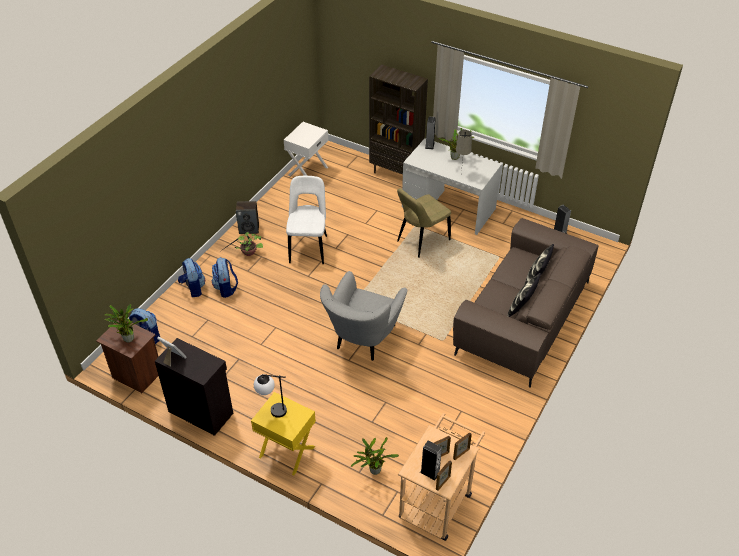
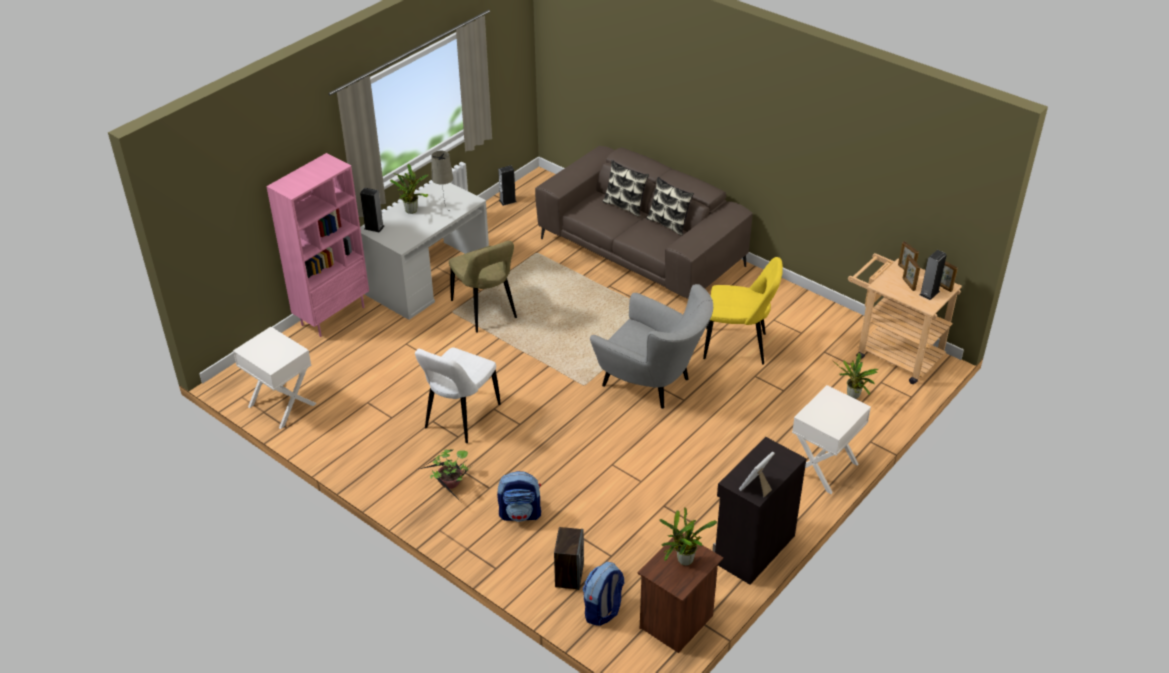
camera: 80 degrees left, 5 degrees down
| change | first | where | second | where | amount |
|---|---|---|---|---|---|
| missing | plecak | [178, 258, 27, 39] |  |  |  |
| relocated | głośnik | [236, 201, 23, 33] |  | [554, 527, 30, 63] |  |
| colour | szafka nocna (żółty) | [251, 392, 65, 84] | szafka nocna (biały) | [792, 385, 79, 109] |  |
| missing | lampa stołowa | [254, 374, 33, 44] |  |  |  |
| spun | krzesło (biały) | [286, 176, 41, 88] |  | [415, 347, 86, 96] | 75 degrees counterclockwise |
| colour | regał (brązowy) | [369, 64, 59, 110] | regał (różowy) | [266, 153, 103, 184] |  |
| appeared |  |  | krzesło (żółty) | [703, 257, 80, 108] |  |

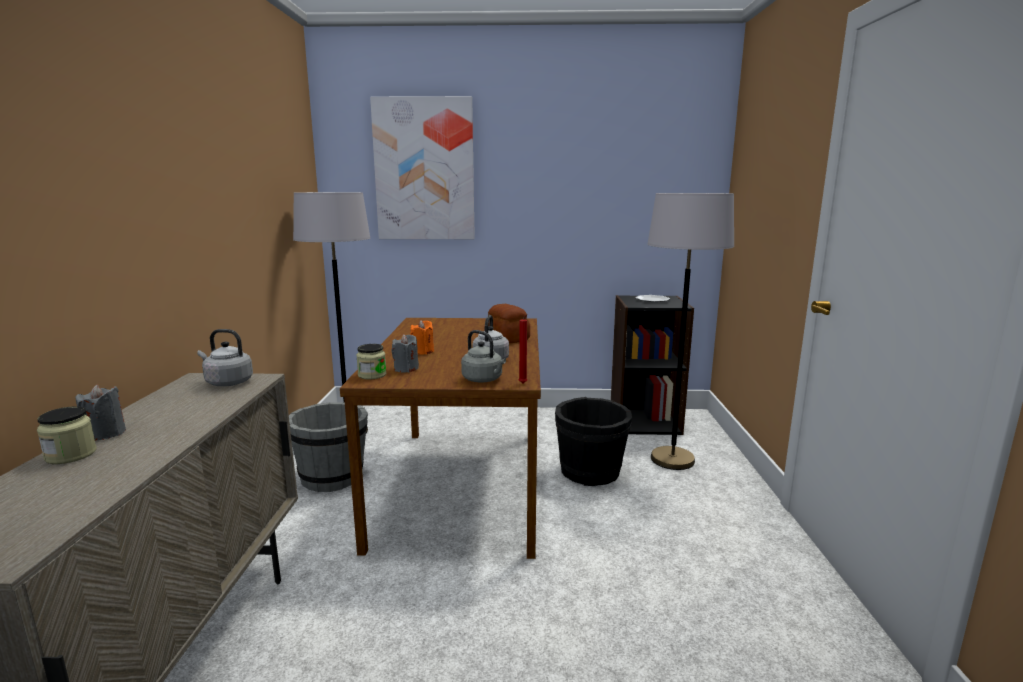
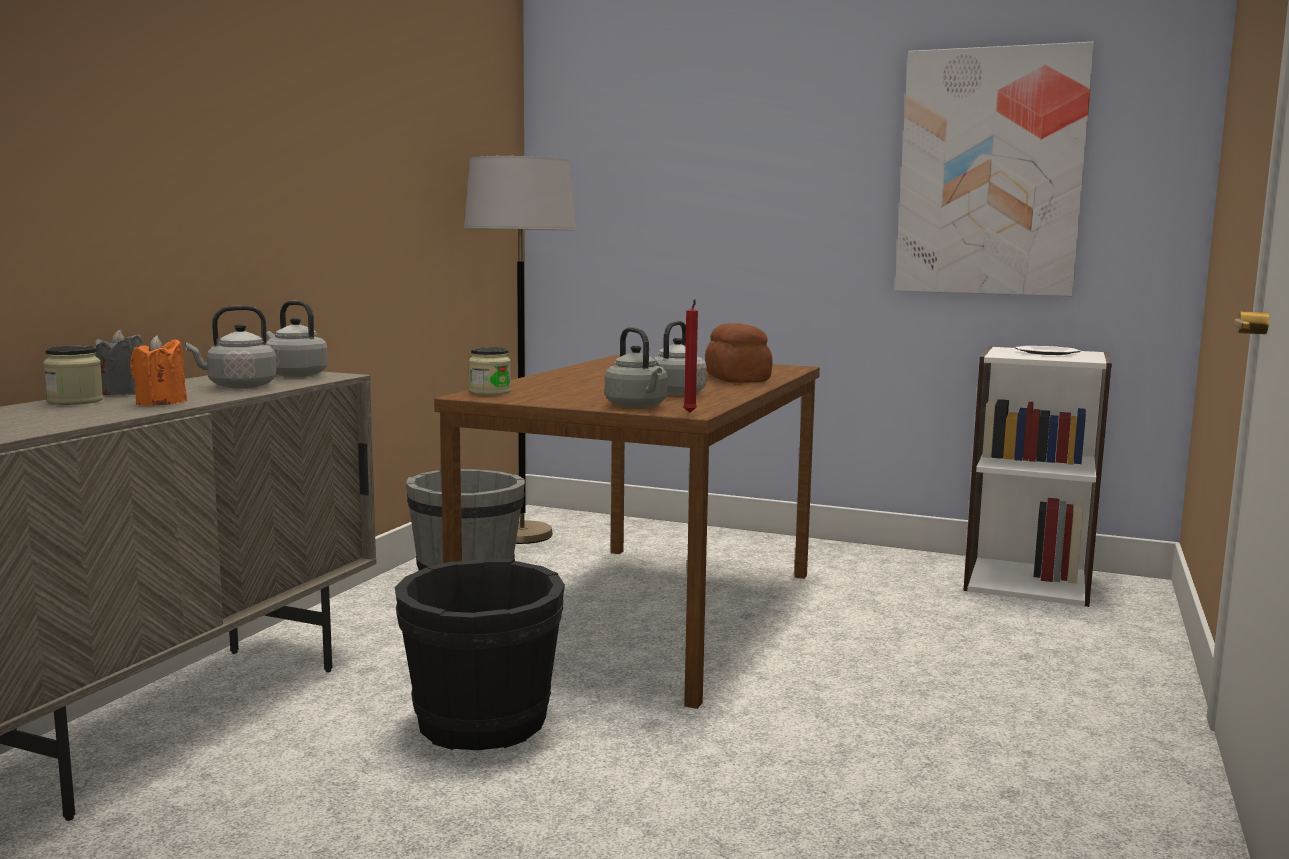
camera: 20 degrees right, 5 degrees down
| change | first | where | second | where | amount |
|---|---|---|---|---|---|
| relocated | obraz | [370, 96, 105, 143] |  | [895, 42, 199, 254] |  |
| missing | świeca (szary) | [391, 334, 28, 38] |  |  |  |
| relocated | świeca (pomarańczowy) | [410, 320, 24, 35] |  | [130, 335, 57, 71] |  |
| relocated | wiadro (czarny) | [555, 397, 77, 89] |  | [394, 559, 171, 191] |  |
| colour | regał (czarny) | [611, 295, 83, 140] | regał (biały) | [963, 346, 149, 261] |  |
| missing | lampa stojąca (szary) | [647, 193, 87, 277] |  |  |  |
| appeared |  |  | czajnik (szary) | [185, 305, 92, 84] |  |

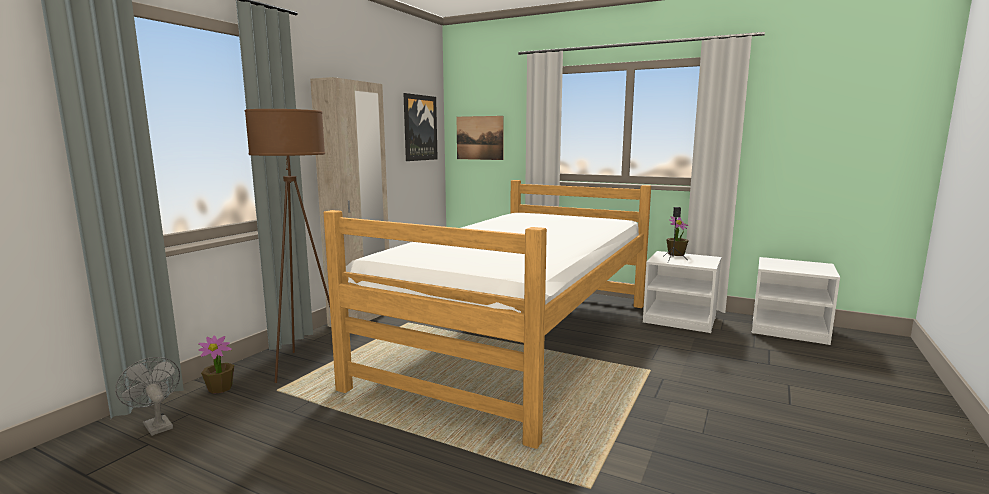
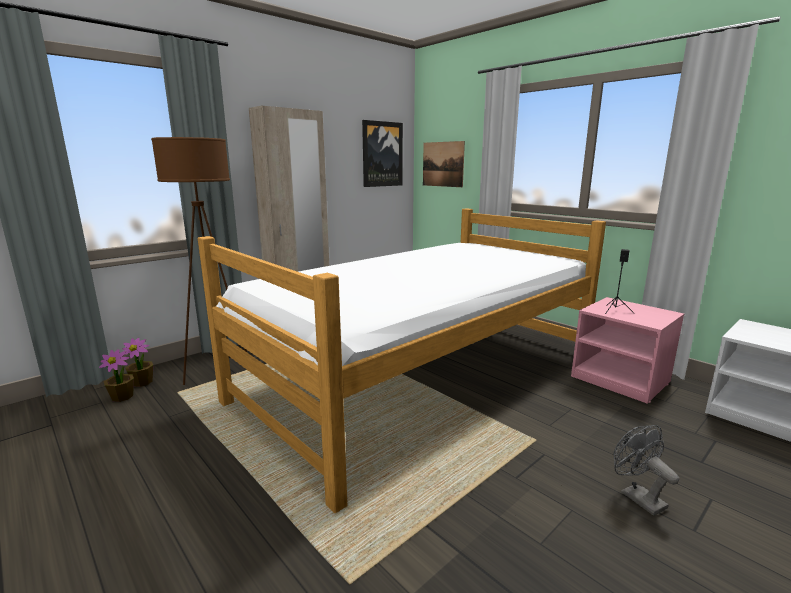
camera: 20 degrees right, 5 degrees up
| change | first | where | second | where | amount |
|---|---|---|---|---|---|
| relocated | wentylator (szary) | [115, 357, 65, 79] |  | [614, 425, 65, 91] |  |
| colour | szafka nocna (biały) | [643, 251, 78, 82] | szafka nocna (różowy) | [571, 297, 113, 107] |  |
| relocated | roślina doniczkowa | [666, 217, 23, 39] |  | [99, 349, 35, 53] |  |

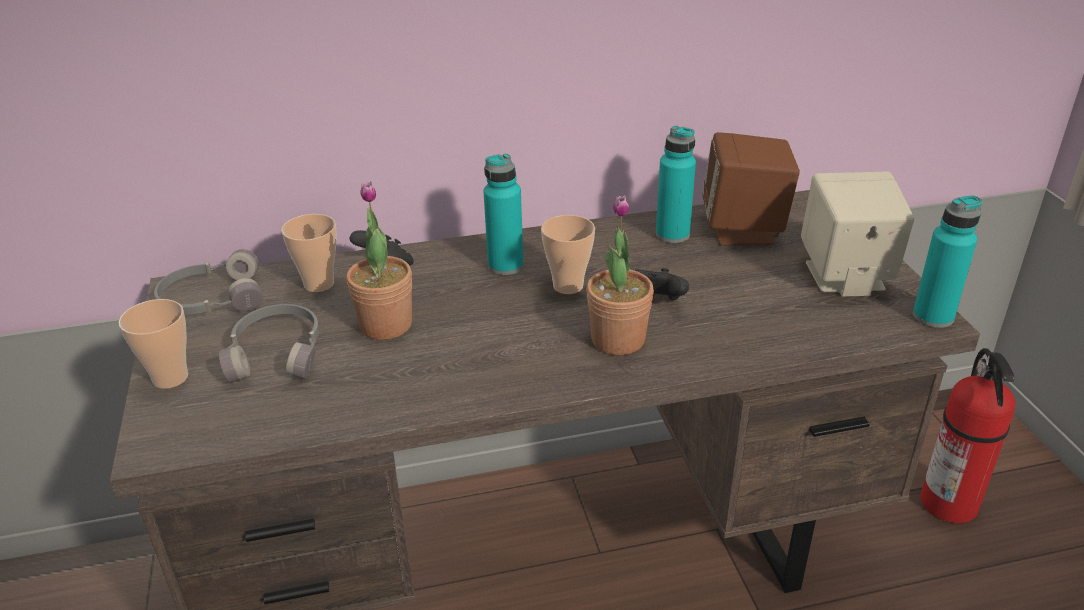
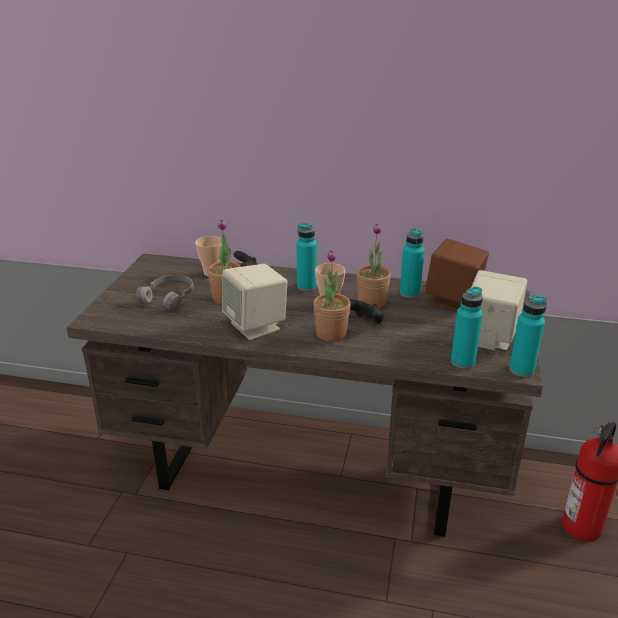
camera: 25 degrees right, 5 degrees down
| change | first | where | second | where | amount |
|---|---|---|---|---|---|
| missing | filiżanka | [118, 299, 70, 90] |  |  |  |
| missing | słuchawki (szary) | [154, 249, 109, 66] |  |  |  |
| appeared |  |  | głośnik (beżowy) | [222, 264, 66, 76] |  |
| appeared |  |  | roślina doniczkowa | [356, 223, 35, 85] |  |
| appeared |  |  | butelka (turkusowy) | [451, 287, 32, 82] |  |

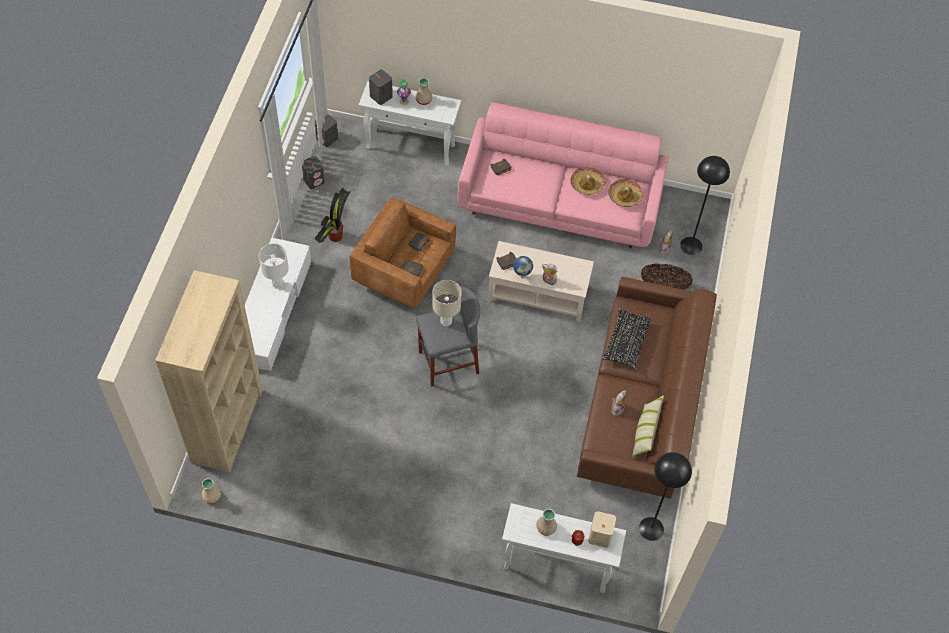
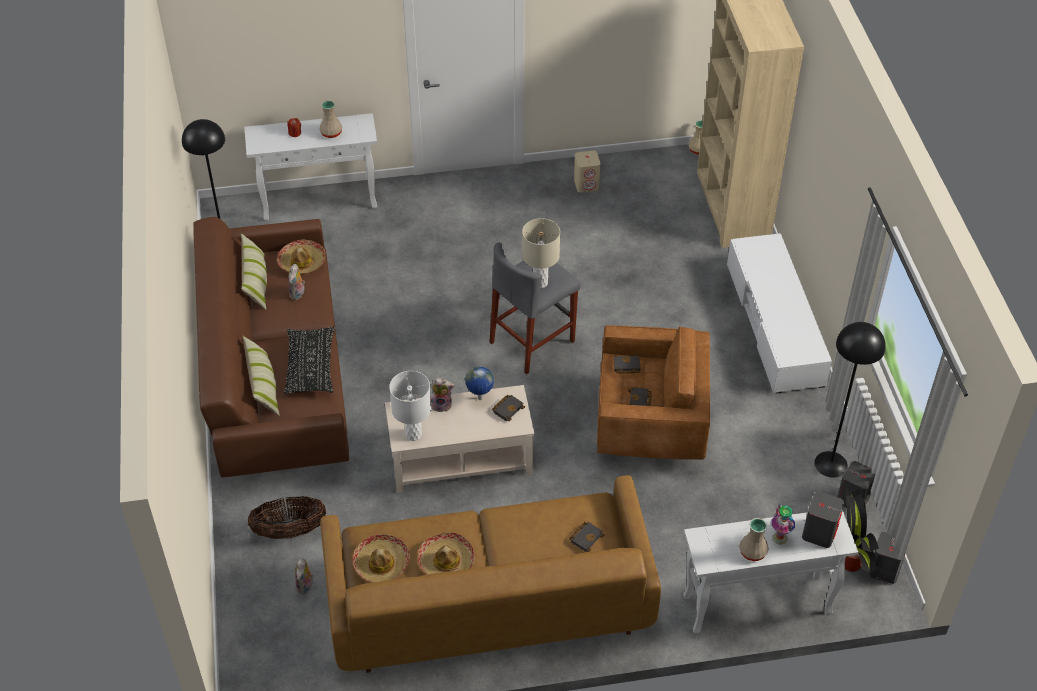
camera: 160 degrees right, 10 degrees down
| change | first | where | second | where | amount |
|---|---|---|---|---|---|
| relocated | lampa stołowa (biały) | [259, 244, 30, 45] |  | [389, 371, 43, 70] |  |
| relocated | roślina doniczkowa | [314, 188, 36, 54] |  | [845, 488, 34, 84] |  |
| colour | kanapa (różowy) | [458, 102, 210, 146] | kanapa (brązowy) | [320, 475, 341, 198] |  |
| relocated | głośnik (beżowy) | [588, 511, 28, 37] |  | [574, 151, 26, 42] |  |
| relocated | lampa stojąca (czarny) | [680, 156, 50, 99] |  | [814, 322, 72, 156] |  |
| appeared |  |  | poduszka | [242, 336, 37, 79] |  |
| appeared |  |  | kapelusz | [277, 239, 48, 35] |  |

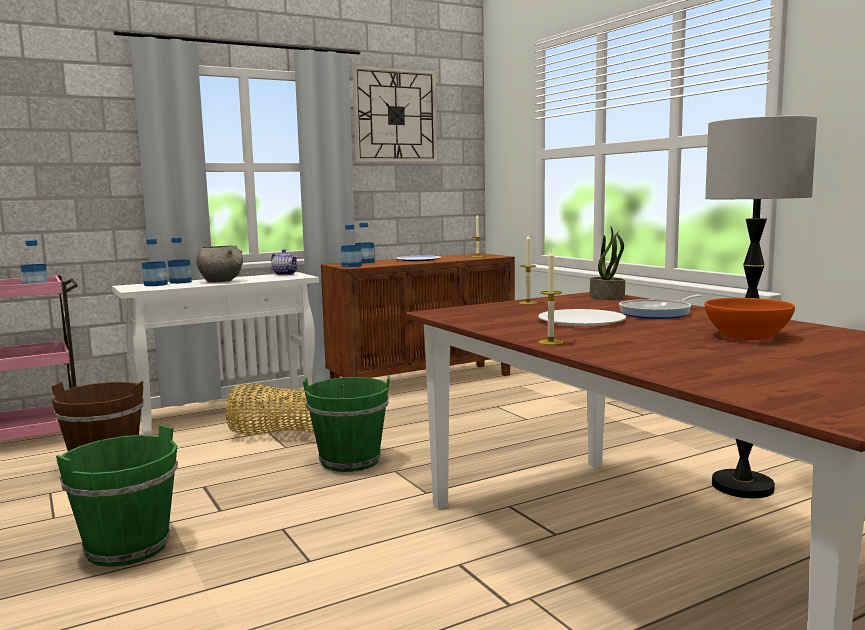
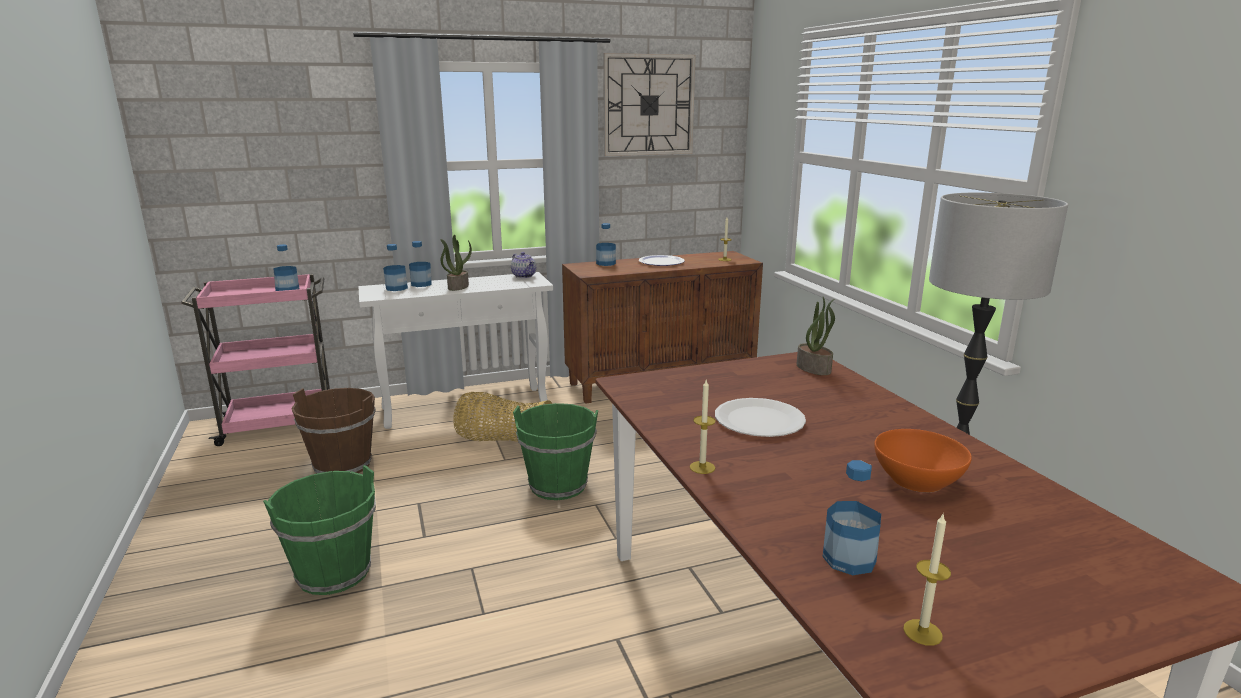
camera: 10 degrees right, 10 degrees up
| change | first | where | second | where | amount |
|---|---|---|---|---|---|
| exchanged | miska (szary) | [196, 245, 47, 38] | roślina doniczkowa | [441, 235, 31, 56] |  |
| relocated | butelka | [341, 224, 21, 43] |  | [823, 460, 58, 115] |  |
| relocated | świeca | [519, 235, 18, 70] |  | [903, 513, 48, 133] |  |
| missing | patelnia | [619, 295, 83, 24] |  |  |  |

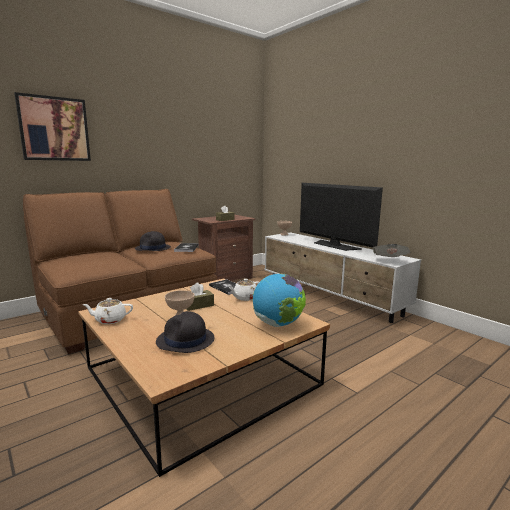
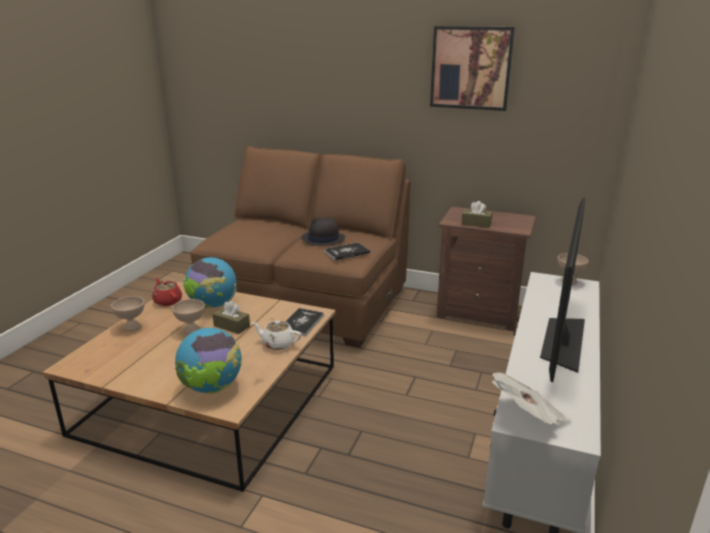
camera: 60 degrees right, 10 degrees up
| change | first | where | second | where | amount |
|---|---|---|---|---|---|
| relocated | obraz | [14, 92, 77, 69] |  | [430, 26, 85, 85] |  |
| colour | imbryk (biały) | [82, 298, 51, 26] | imbryk (czerwony) | [152, 278, 30, 28] |  |
| missing | kapelusz (czarny) | [156, 311, 58, 42] |  |  |  |
| appeared |  |  | miska (beżowy) | [111, 296, 33, 35] |  |
| appeared |  |  | globus | [183, 257, 54, 51] |  |

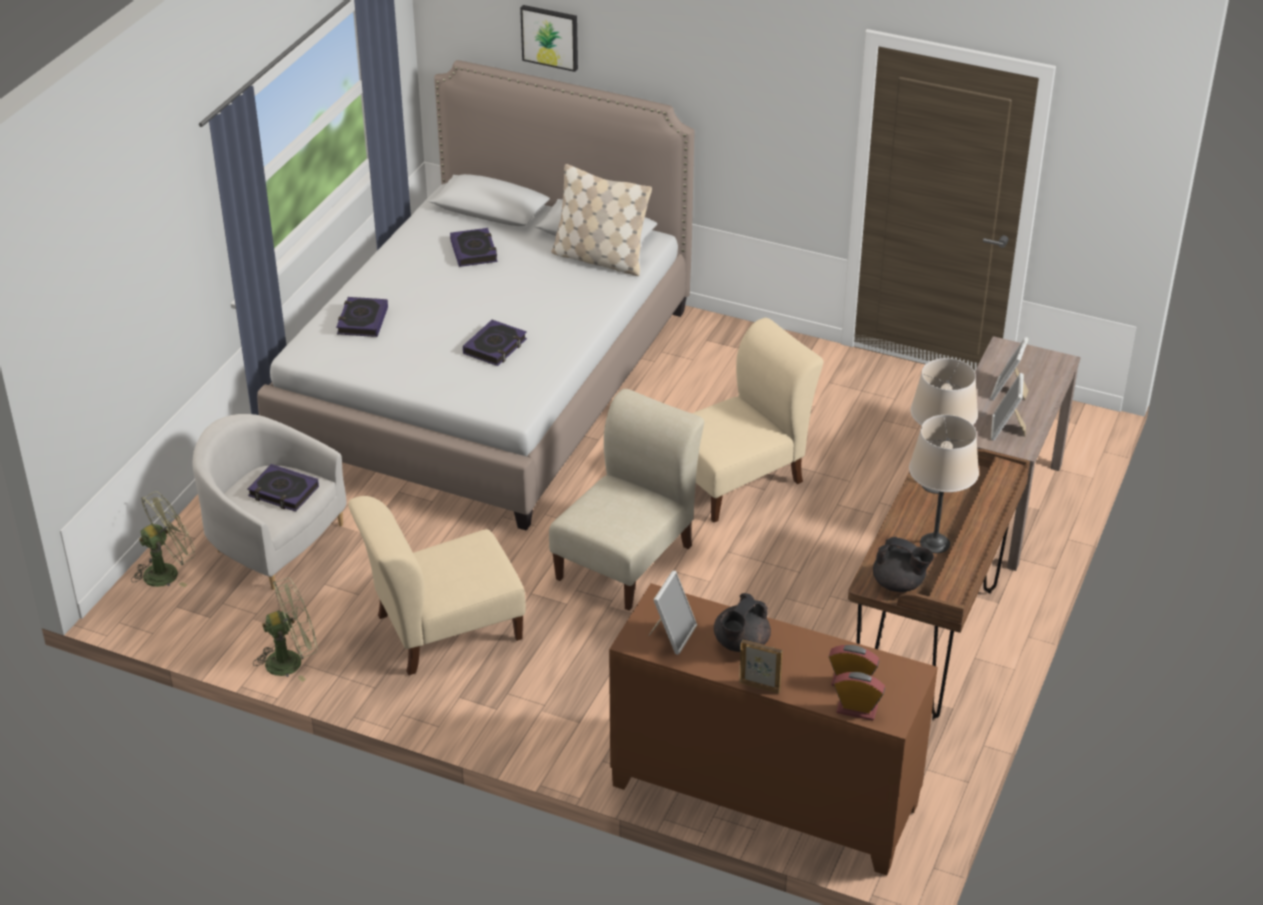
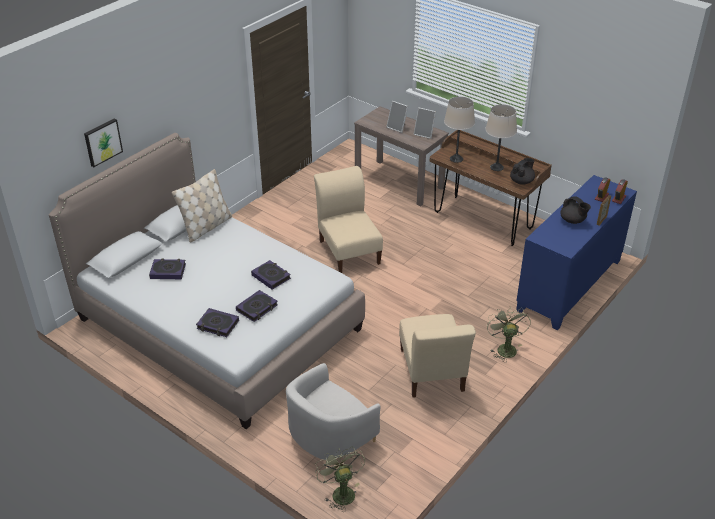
camera: 75 degrees left, 0 degrees up
| change | first | where | second | where | amount |
|---|---|---|---|---|---|
| relocated | książka | [247, 464, 72, 48] |  | [236, 290, 42, 32] |  |
| relocated | wentylator (zielony) | [253, 578, 64, 104] |  | [487, 306, 44, 55] |  |
| missing | krzesło (beżowy) | [549, 389, 155, 222] |  |  |  |
| colour | szafka (brązowy) | [609, 583, 329, 292] | szafka (niebieski) | [516, 175, 121, 155] |  |
| missing | ramka na zdjęcie | [649, 570, 48, 85] |  |  |  |

